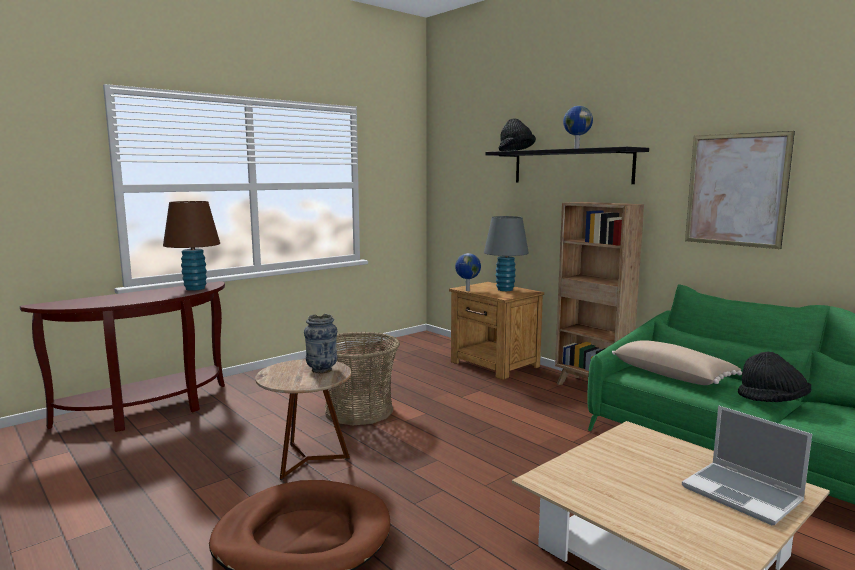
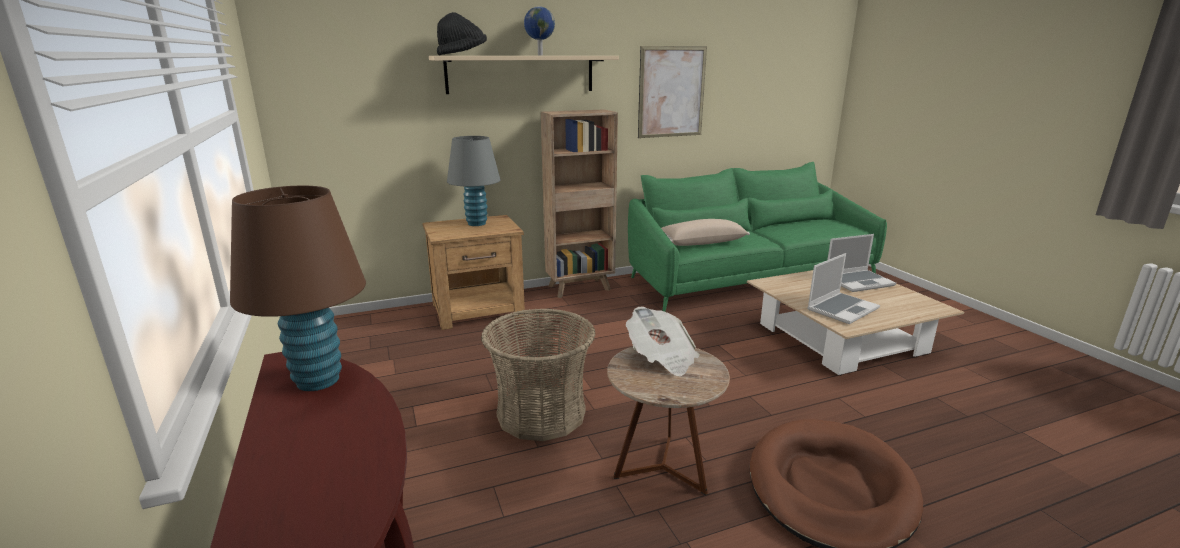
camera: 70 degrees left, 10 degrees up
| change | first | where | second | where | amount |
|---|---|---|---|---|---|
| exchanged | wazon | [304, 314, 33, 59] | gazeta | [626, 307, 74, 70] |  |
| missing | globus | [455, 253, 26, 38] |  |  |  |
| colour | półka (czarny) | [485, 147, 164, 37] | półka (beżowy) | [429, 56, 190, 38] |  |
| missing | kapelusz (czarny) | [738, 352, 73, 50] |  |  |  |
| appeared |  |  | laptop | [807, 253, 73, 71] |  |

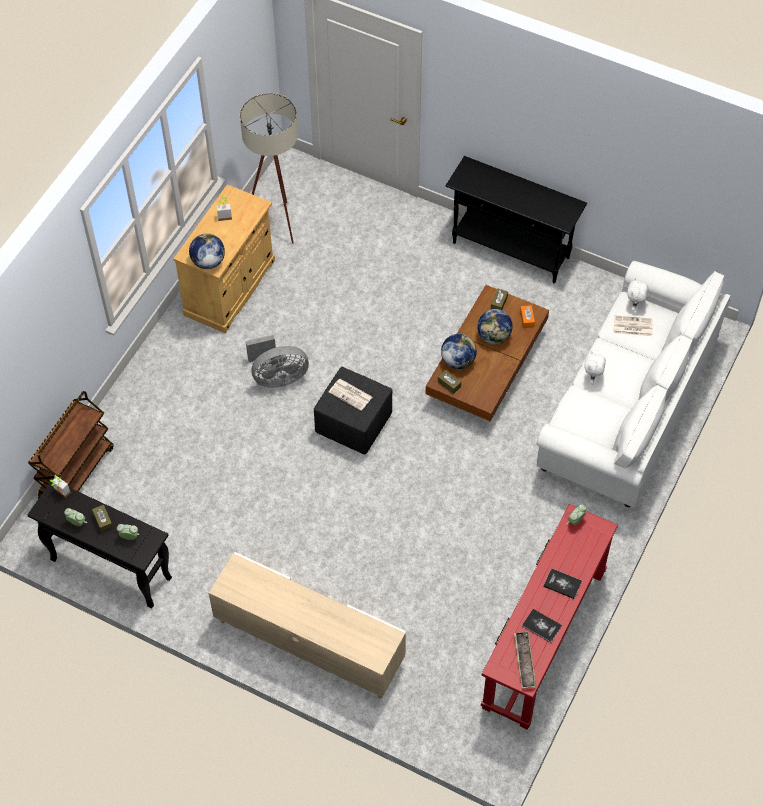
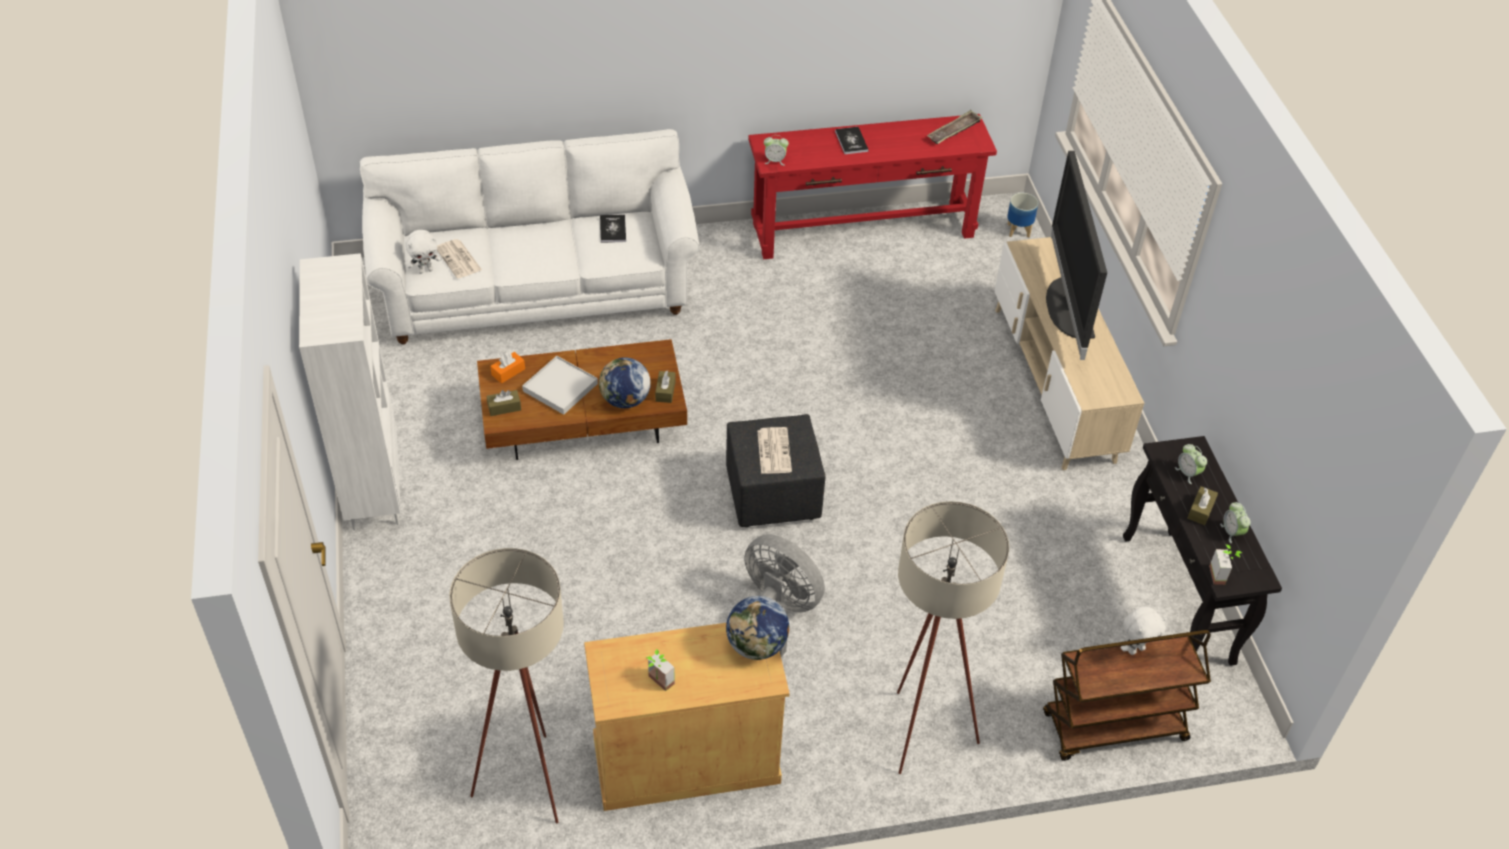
camera: 130 degrees left, 10 degrees down
| change | first | where | second | where | amount |
|---|---|---|---|---|---|
| exchanged | stolik konsolowy (czarny) | [445, 156, 142, 127] | regał (biały) | [299, 253, 102, 277] |  |
| exchanged | globus | [477, 309, 36, 35] | taca (biały) | [522, 356, 76, 59] |  |
| relocated | książka | [522, 609, 40, 34] |  | [600, 214, 26, 29] |  |
| relocated | pluszak (biały) | [584, 351, 22, 33] |  | [1121, 606, 46, 49] |  |
| appeared |  |  | lampa stojąca (beżowy) | [897, 501, 112, 273] |  |
| appeared |  |  | donica | [1007, 193, 31, 45] |  |
| appeared |  |  | telewizor | [1046, 151, 61, 209] |  |

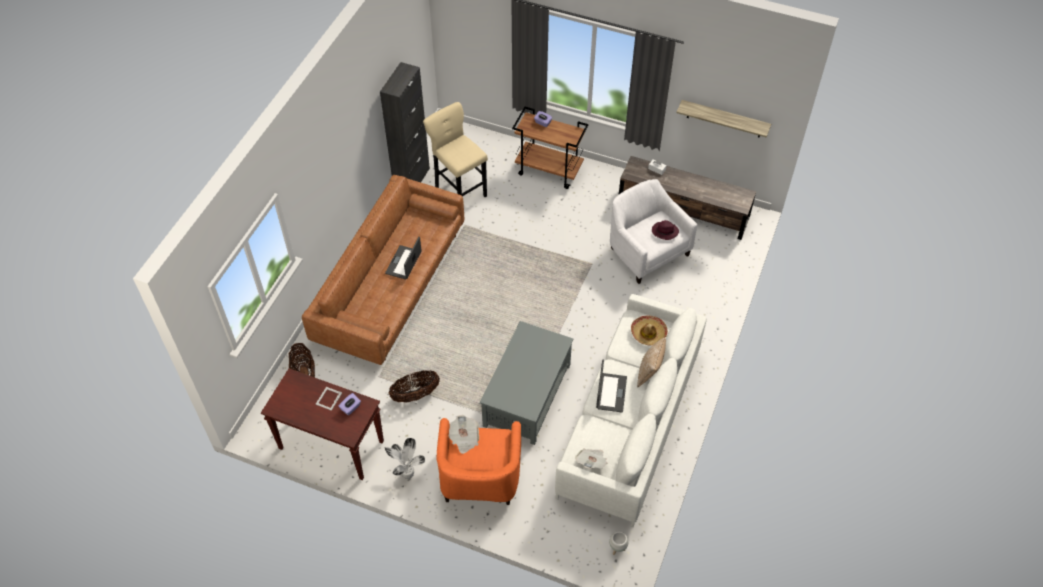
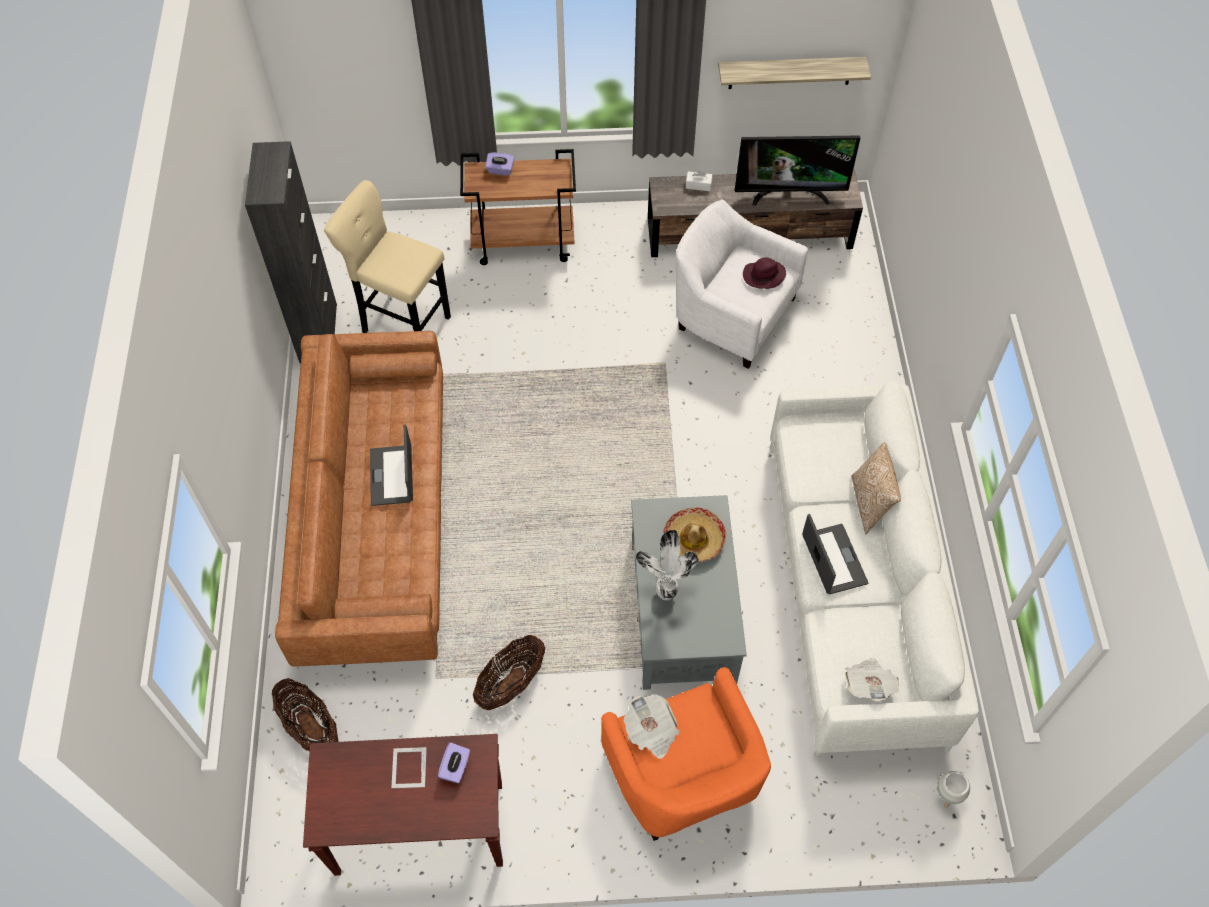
camera: 25 degrees left, 5 degrees up
| change | first | where | second | where | amount |
|---|---|---|---|---|---|
| relocated | roślina doniczkowa | [384, 438, 41, 41] |  | [636, 530, 63, 70] |  |
| relocated | kapelusz | [631, 315, 37, 31] |  | [663, 507, 63, 55] |  |
| appeared |  |  | telewizor | [735, 135, 125, 71] |  |

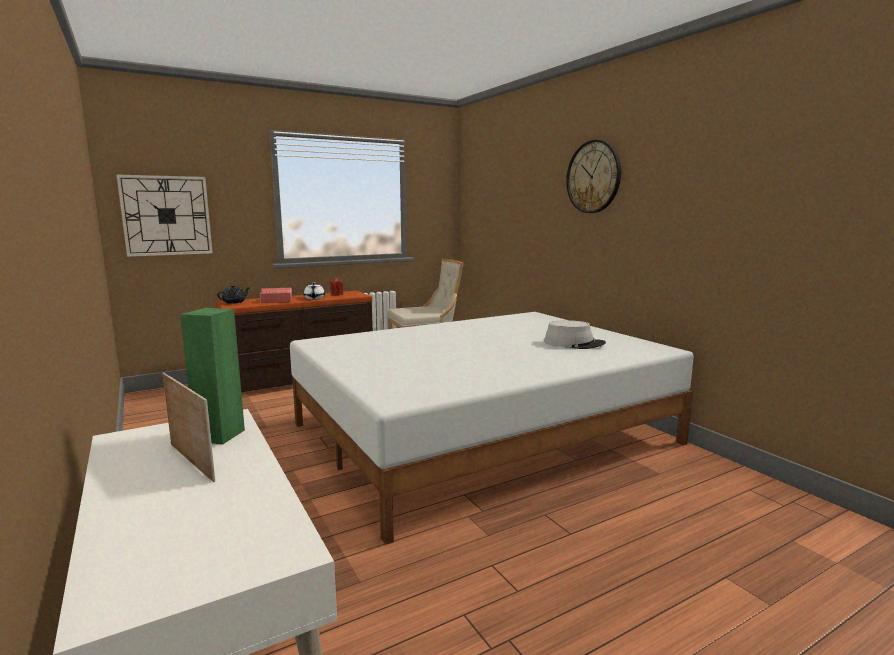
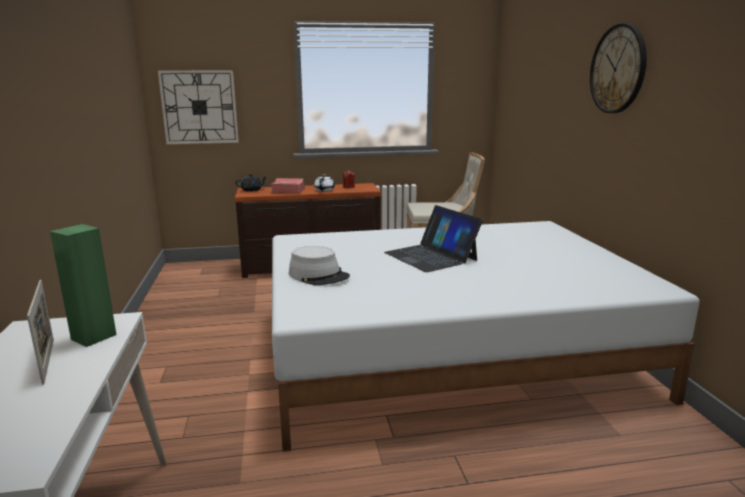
camera: 20 degrees right, 5 degrees up
| change | first | where | second | where | amount |
|---|---|---|---|---|---|
| relocated | kapelusz (szary) | [544, 320, 62, 29] |  | [289, 246, 61, 39] |  |
| appeared |  |  | laptop | [384, 205, 99, 67] |  |

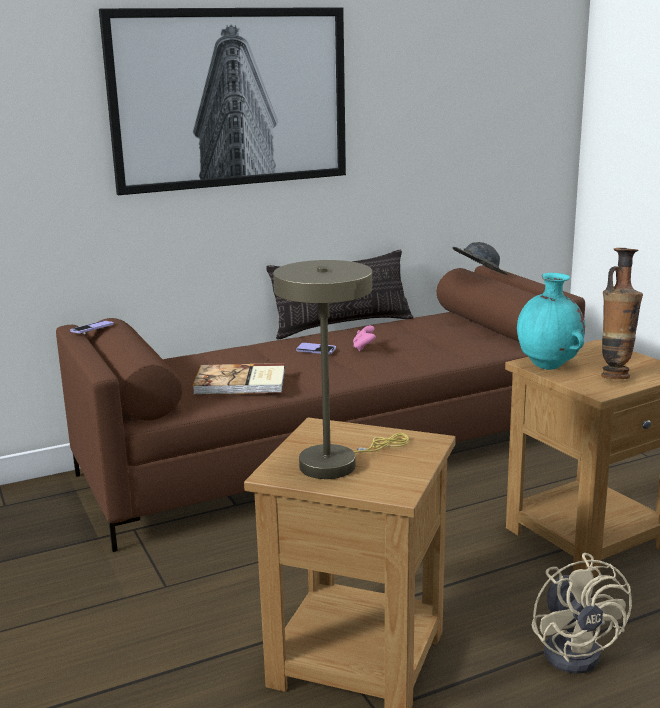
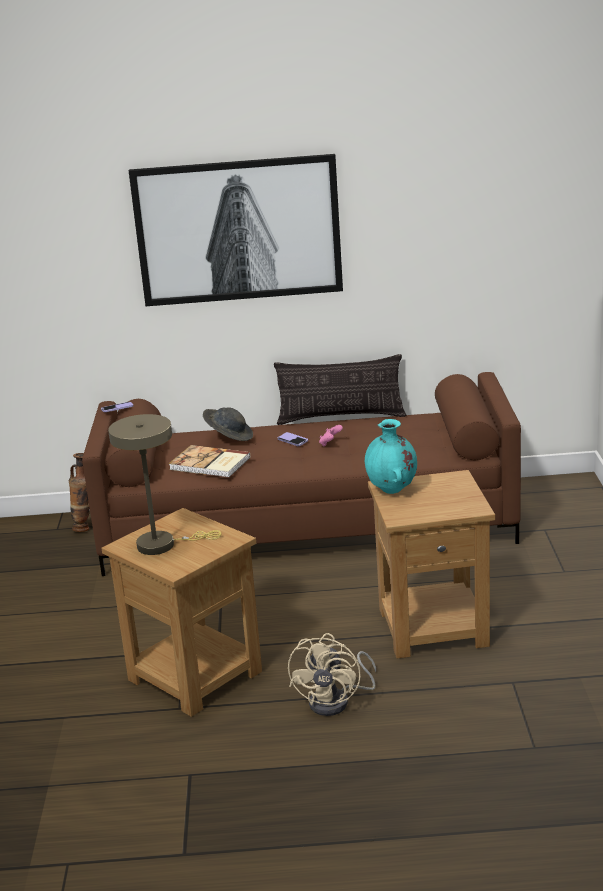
camera: 25 degrees right, 5 degrees up
| change | first | where | second | where | amount |
|---|---|---|---|---|---|
| relocated | kapelusz (szary) | [453, 242, 55, 33] |  | [203, 407, 50, 34] |  |
| relocated | wazon | [601, 248, 42, 131] |  | [69, 453, 21, 79] |  |

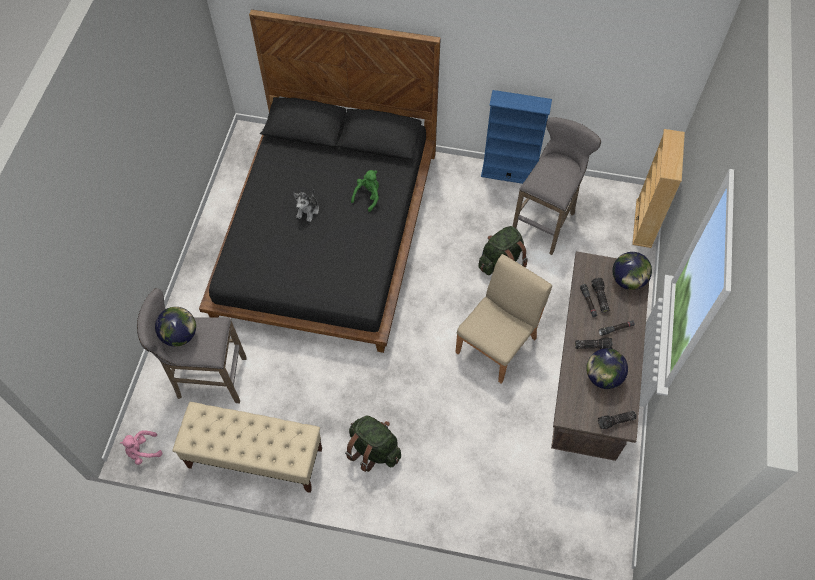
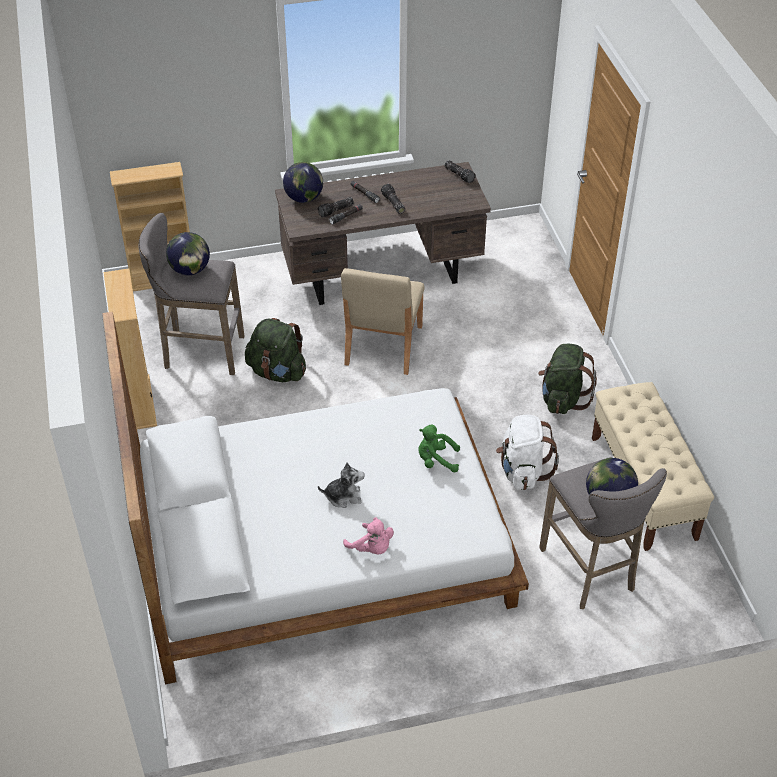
camera: 115 degrees left, 15 degrees down
| change | first | where | second | where | amount |
|---|---|---|---|---|---|
| relocated | pluszak (różowy) | [120, 431, 42, 34] |  | [343, 517, 51, 37] |  |
| colour | łóżko (czarny) | [199, 9, 242, 344] | łóżko (biały) | [102, 312, 427, 372] |  |
| relocated | pluszak (zielony) | [351, 170, 28, 42] |  | [419, 424, 41, 48] |  |
| spun | krzesło (beżowy) | [455, 254, 97, 130] |  | [341, 268, 84, 107] | 90 degrees counterclockwise |
| colour | regał (niebieski) | [481, 90, 71, 94] | regał (beżowy) | [103, 268, 54, 162] |  |
| relocated | globus | [586, 348, 42, 41] |  | [166, 232, 44, 43] |  |
| appeared |  |  | plecak (biały) | [496, 415, 63, 75] |  |

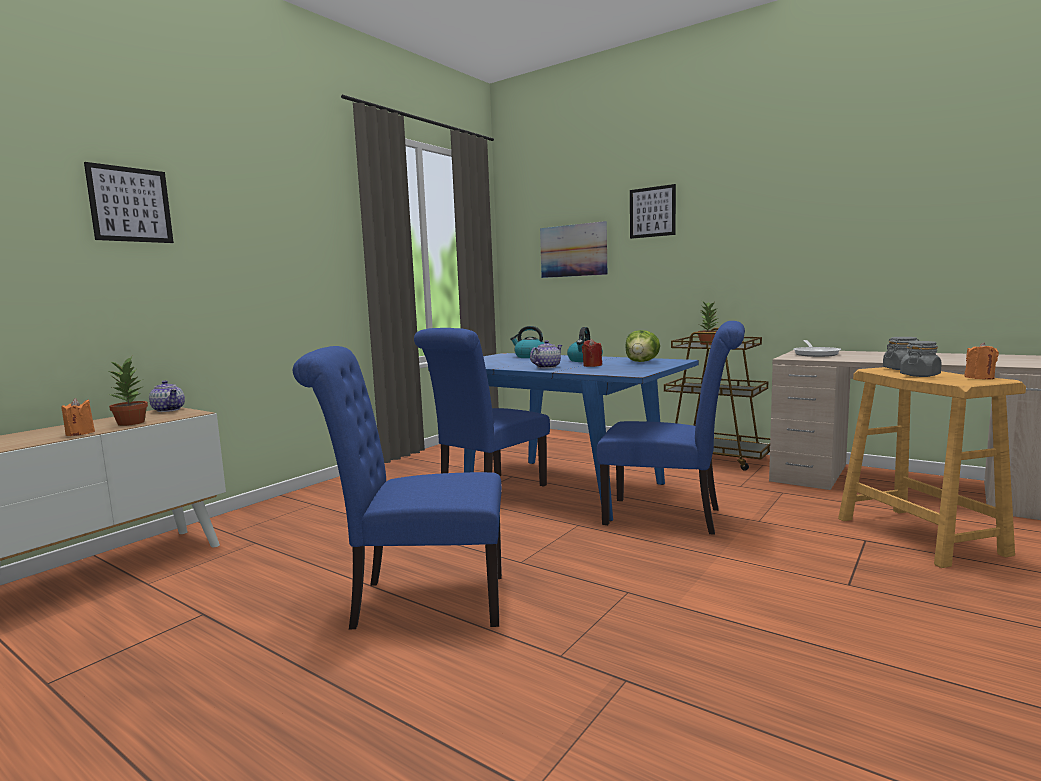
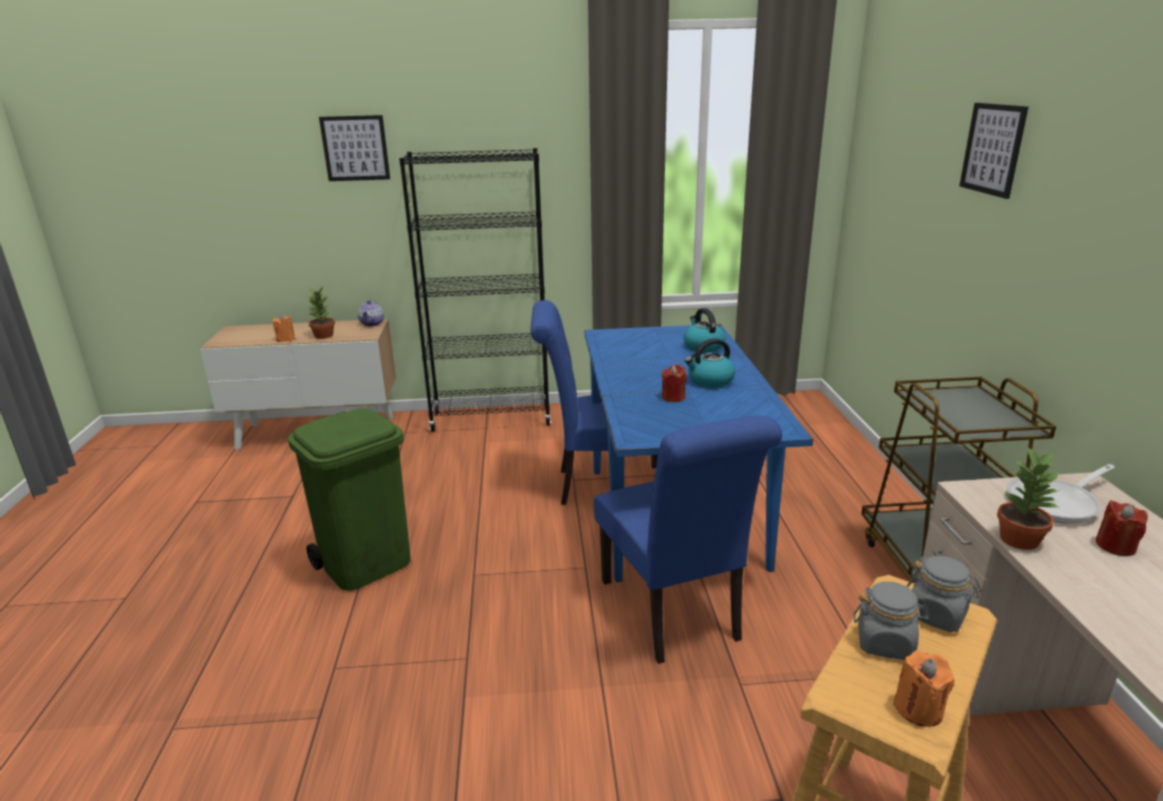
camera: 50 degrees right, 15 degrees up
| change | first | where | second | where | amount |
|---|---|---|---|---|---|
| exchanged | krzesło (niebieski) | [293, 346, 209, 284] | kosz na śmieci (zielony) | [288, 408, 123, 183] |  |
| missing | imbryk | [530, 340, 32, 28] |  |  |  |
| missing | obraz | [540, 221, 67, 57] |  |  |  |
| missing | sałata | [625, 330, 35, 32] |  |  |  |
| relocated | roślina doniczkowa | [697, 302, 21, 43] |  | [997, 447, 63, 103] |  |
| appeared |  |  | regał (czarny) | [399, 148, 152, 284] |  |
| appeared |  |  | świeca (czerwony) | [1096, 500, 52, 56] |  |

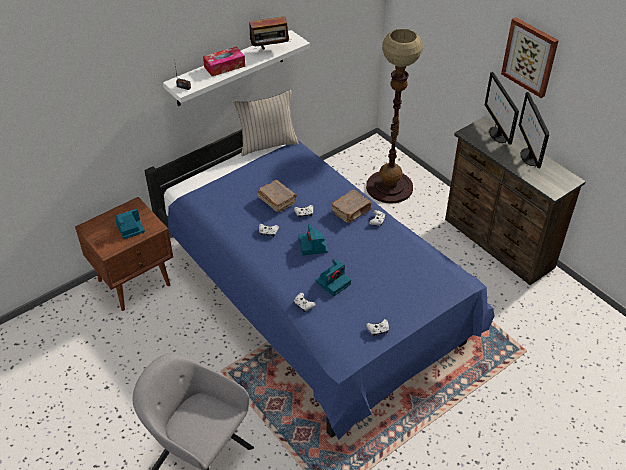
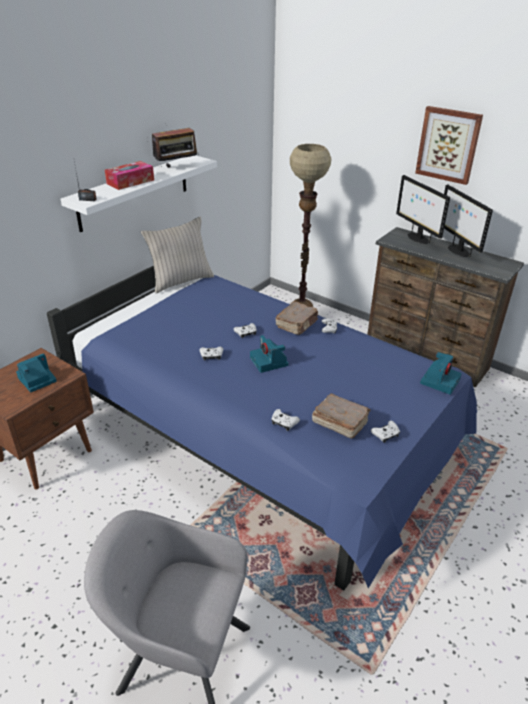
camera: 15 degrees left, 10 degrees down
| change | first | where | second | where | amount |
|---|---|---|---|---|---|
| relocated | książka (brązowy) | [257, 180, 40, 32] |  | [312, 393, 59, 46] |  |
| relocated | aparat fotograficzny | [316, 259, 35, 38] |  | [420, 352, 42, 43] |  |

